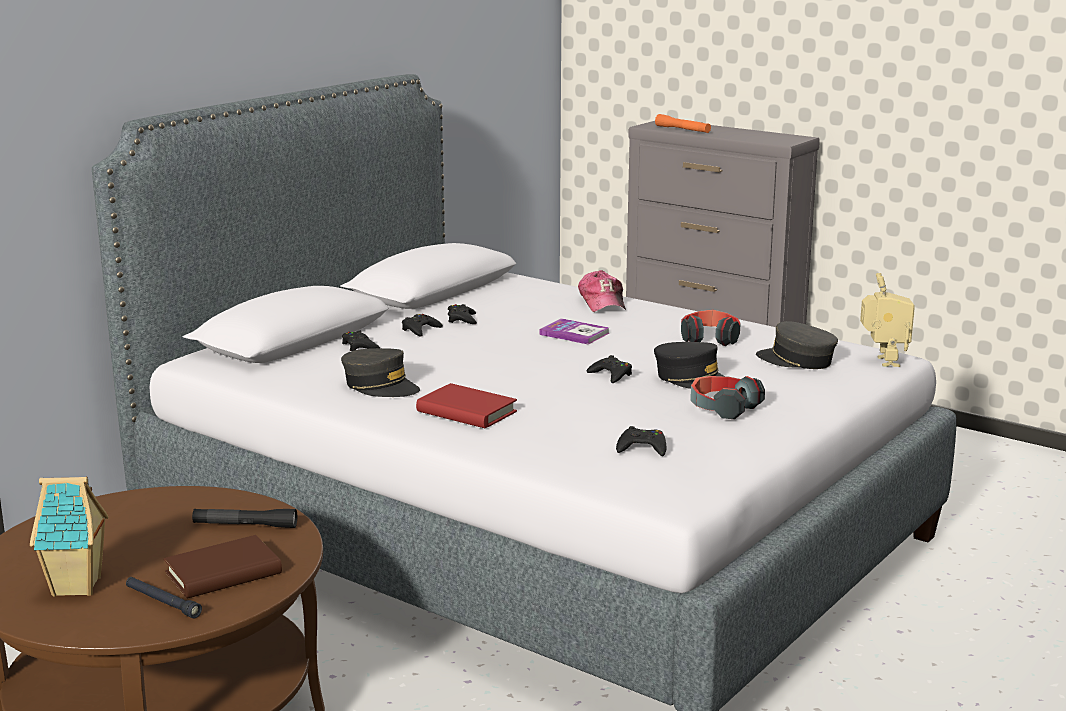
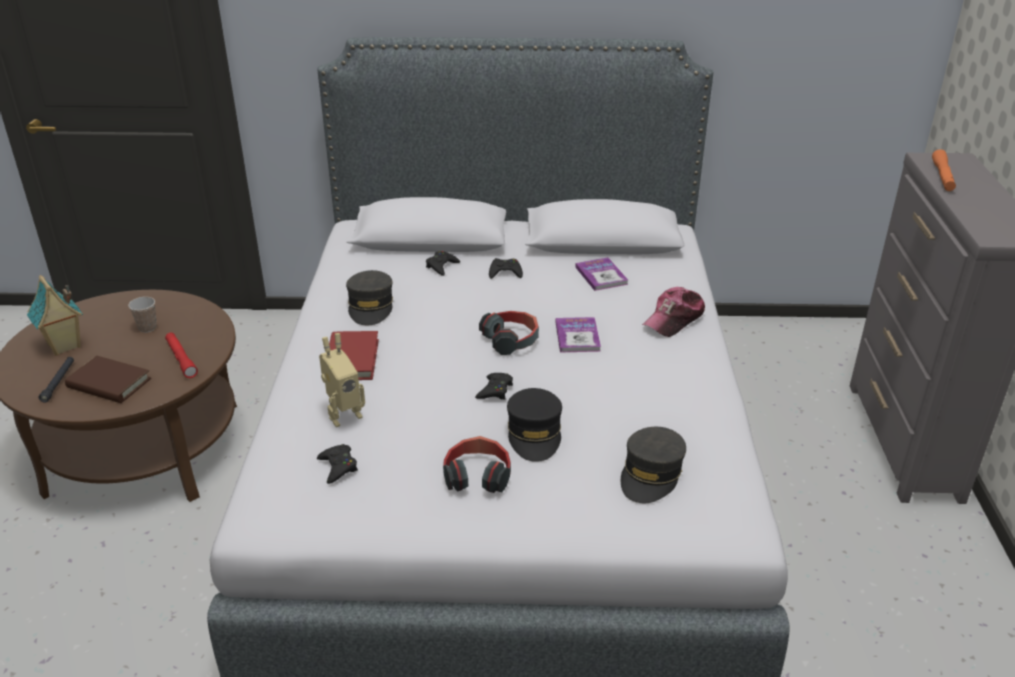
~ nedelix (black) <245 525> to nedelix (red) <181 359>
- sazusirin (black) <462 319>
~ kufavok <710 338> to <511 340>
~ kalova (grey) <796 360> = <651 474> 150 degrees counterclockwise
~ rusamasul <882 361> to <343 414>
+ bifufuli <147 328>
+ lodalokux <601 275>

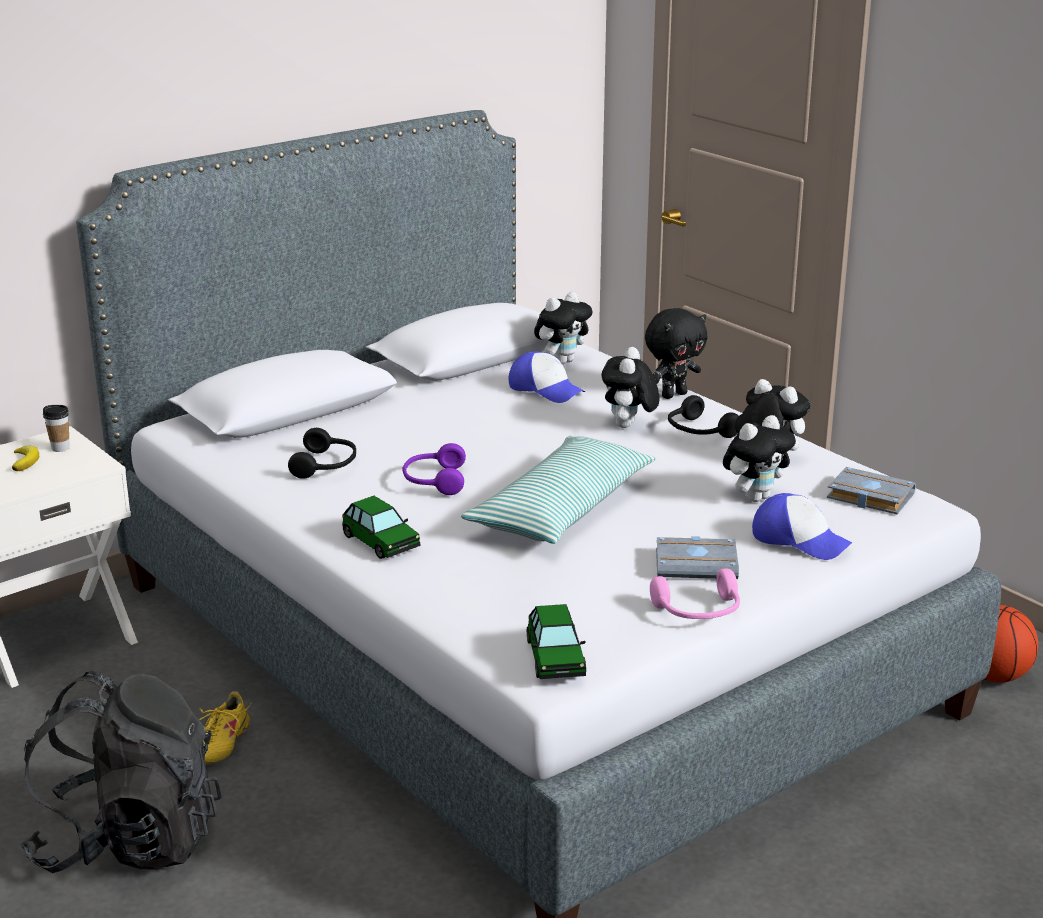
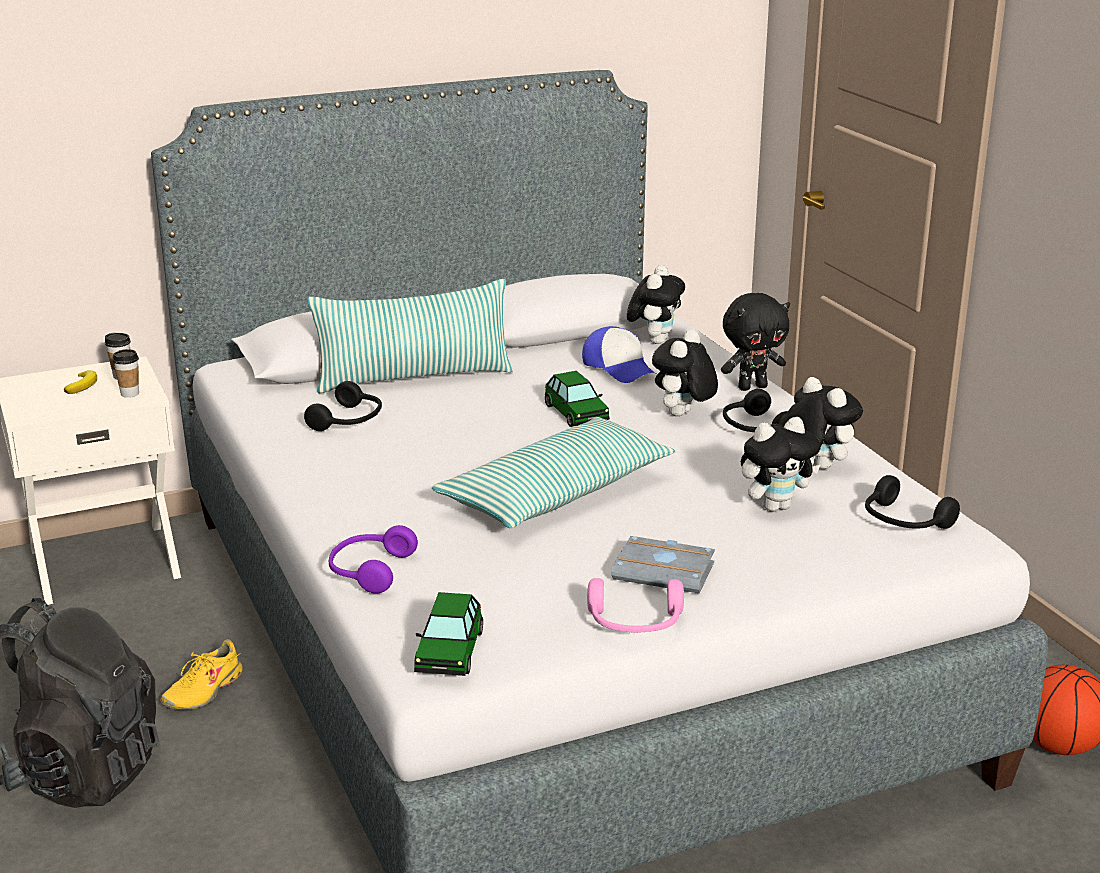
~ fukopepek <381 542> to <576 413>
~ kufavok (purple) <434 481> to <369 571>
~ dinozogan <562 361> = <655 340> 45 degrees counterclockwise
- kalova <800 540>
~ lodalokux (grey) <868 497> to kufavok (black) <903 522>
+ bifufuli <130 394>
+ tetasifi <414 377>

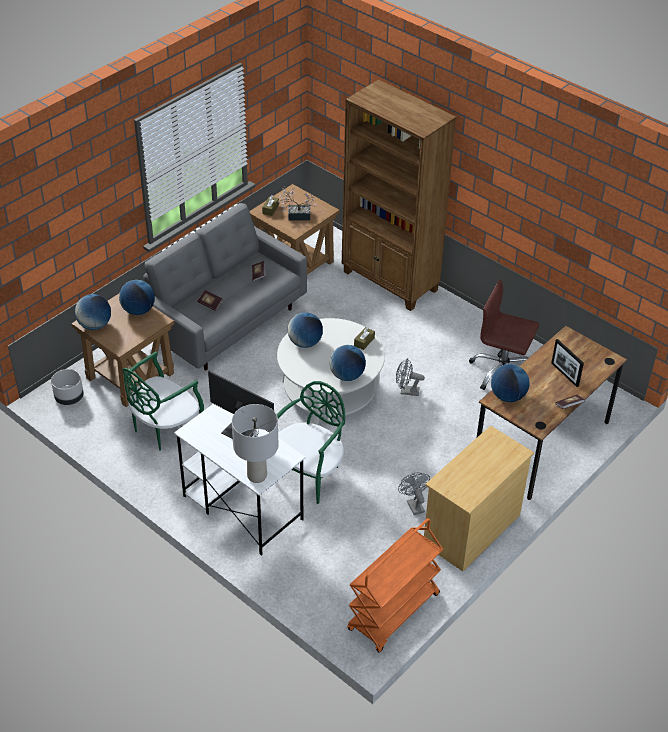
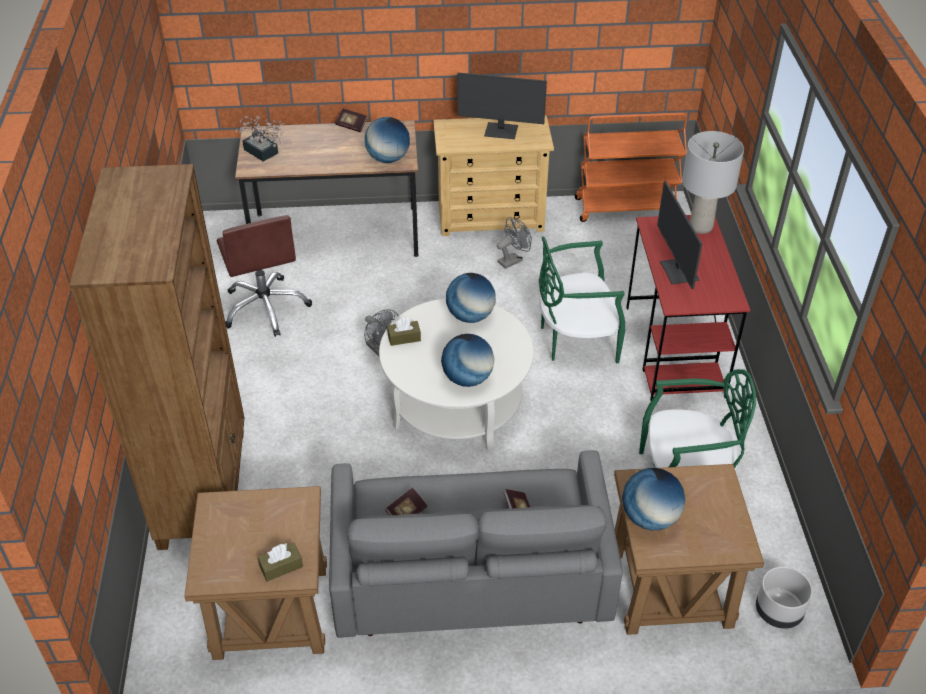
- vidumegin <95 325>
~ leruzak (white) <242 507> to leruzak (red) <674 351>
~ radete <296 215> to <263 153>
~ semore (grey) <413 504> = <513 260> 150 degrees counterclockwise
- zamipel <564 374>
+ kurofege <501 131>

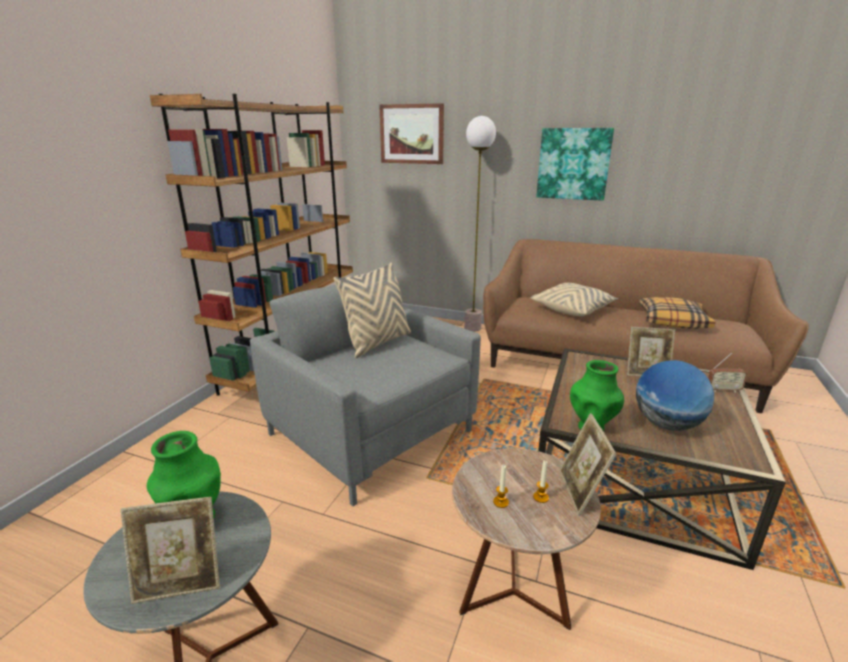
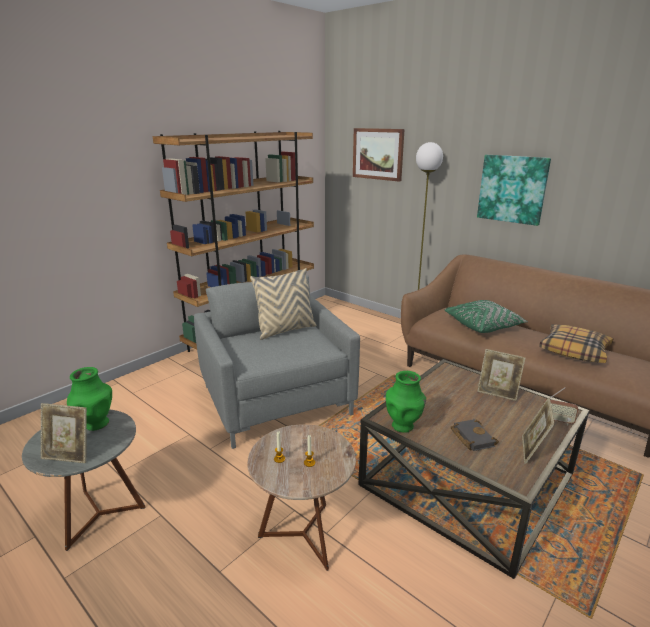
~ tetasifi (beige) <572 309> to tetasifi (green) <483 325>
~ zamipel <580 492> to <532 451>
~ vidumegin <666 424> to lodalokux (black) <471 437>

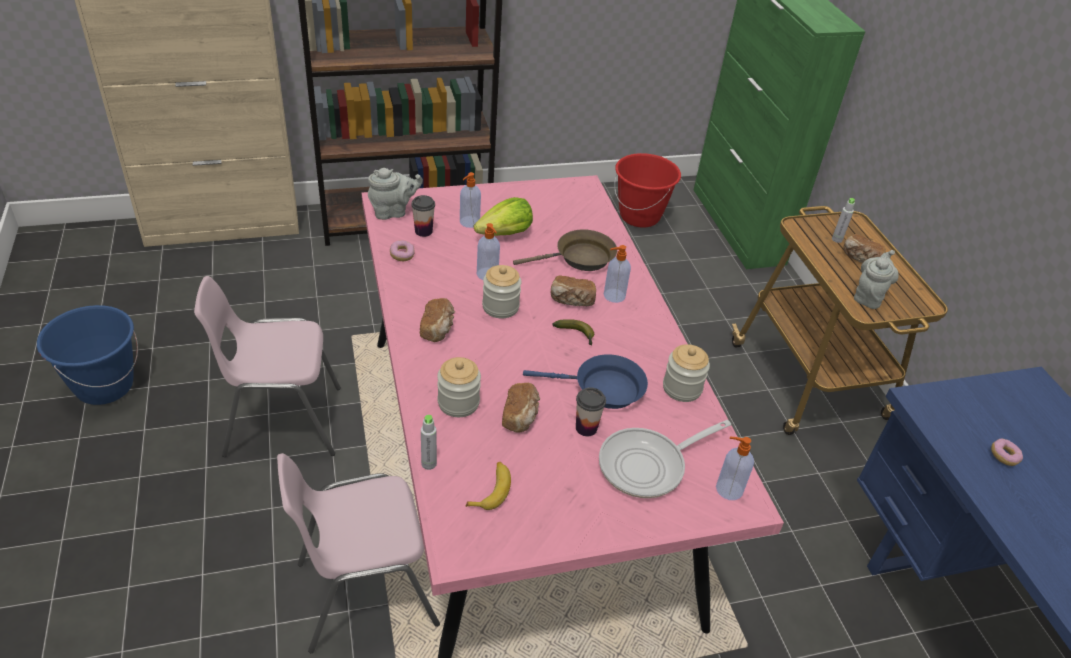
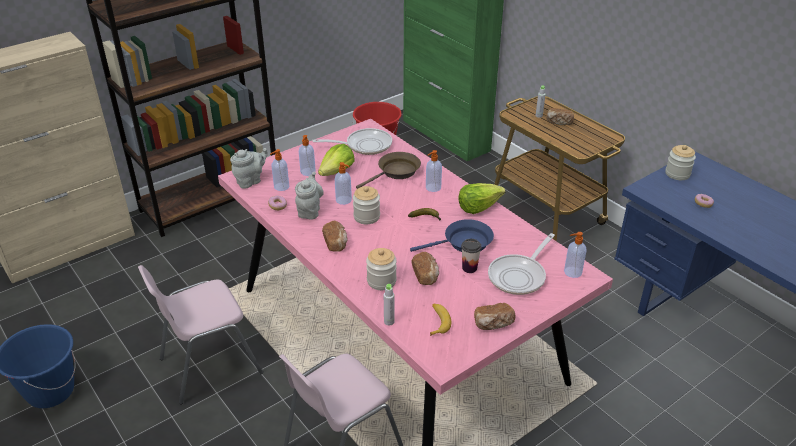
~ bifufuli <423 231> to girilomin <281 187>
~ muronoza <572 301> to <494 324>
~ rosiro <682 388> to <677 174>
~ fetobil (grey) <869 296> to <309 211>
+ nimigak <364 145>
+ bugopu <478 207>

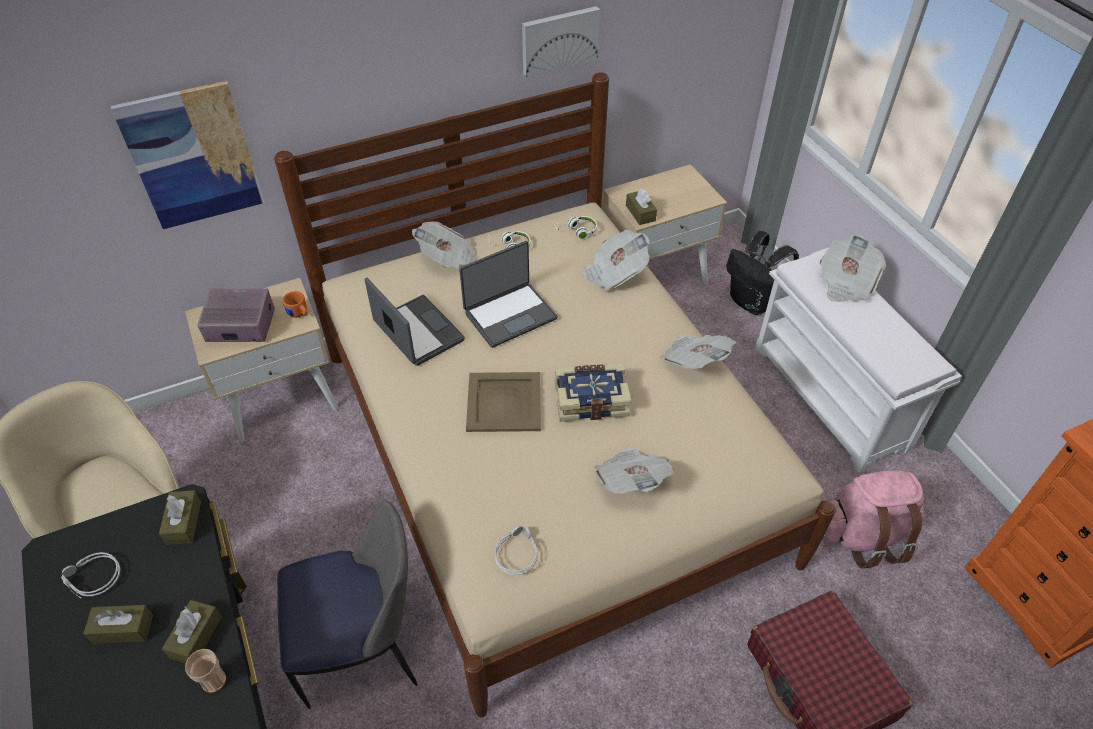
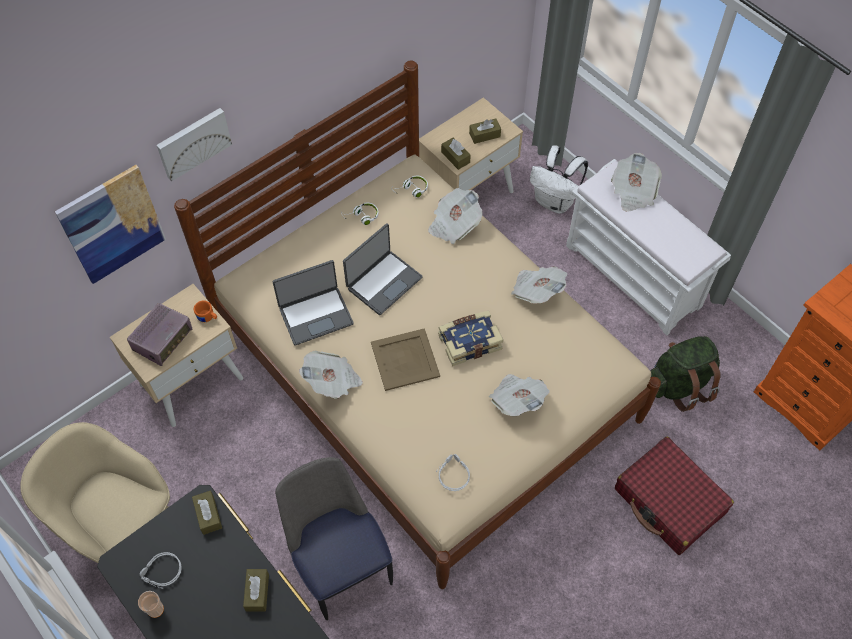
~ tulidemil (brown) <123 629> to <484 135>
~ bifufuli <214 681> to <155 609>
~ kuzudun <240 326> = <163 340> 135 degrees clockwise
~ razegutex <363 648> = <340 564> 90 degrees counterclockwise
~ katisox <417 332> = <315 315> 120 degrees clockwise
~ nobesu <448 259> to <332 381>
~ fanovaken <559 40> to <193 142>
~ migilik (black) <753 303> to migilik (white) <555 202>
~ migilik (pink) <863 535> to migilik (green) <679 385>

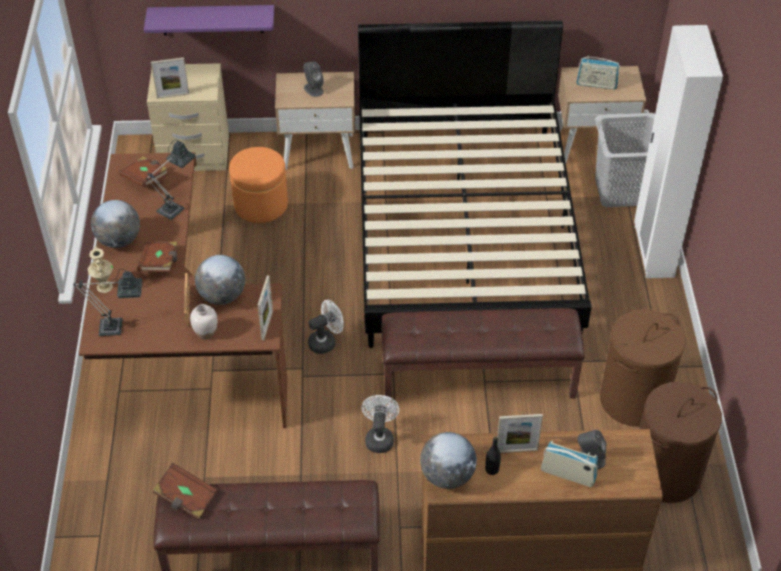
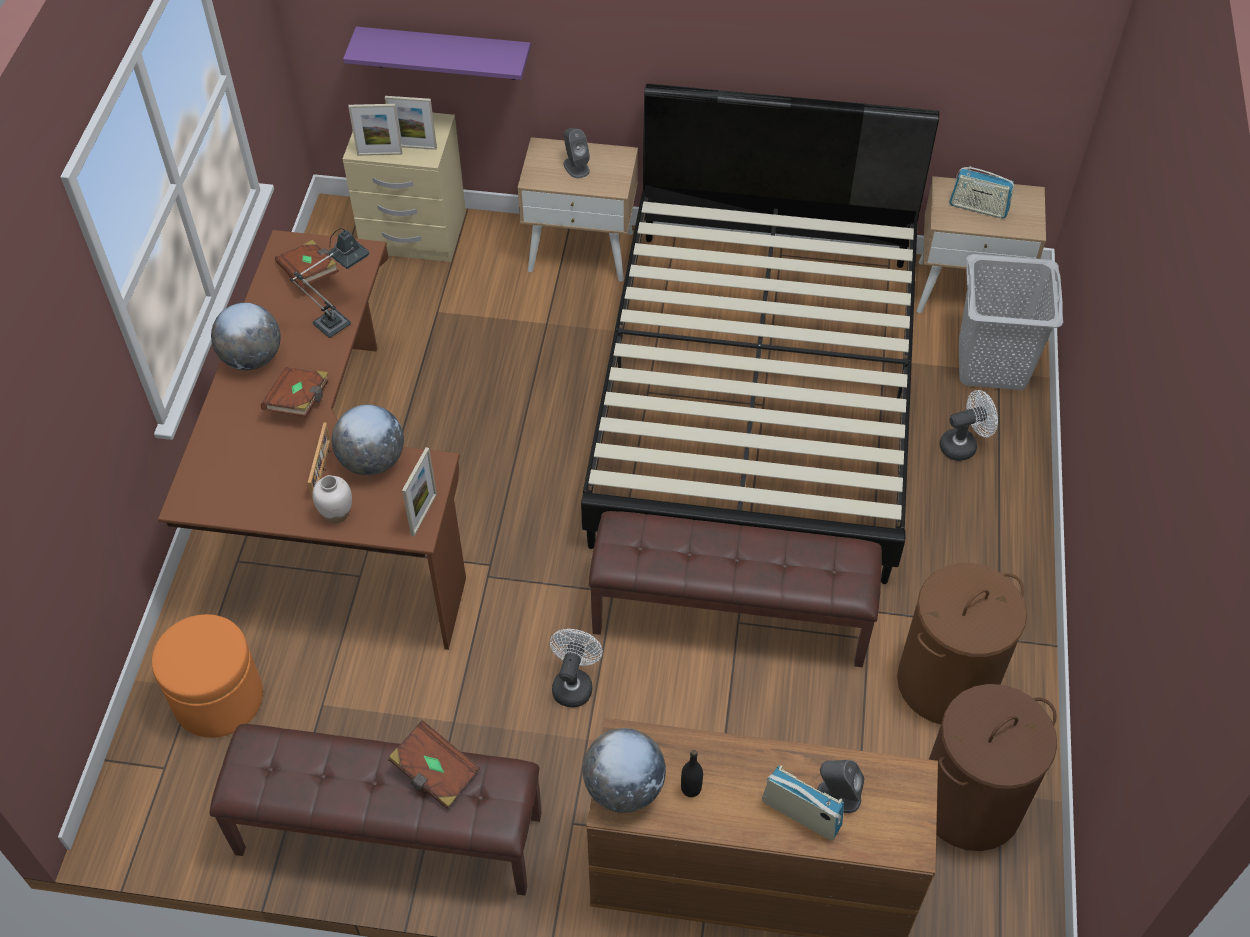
- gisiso <117 327>
- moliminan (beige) <104 286>
~ lodalokux (brown) <186 498> to <435 773>
~ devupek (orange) <261 205> to <218 698>
~ semore (white) <326 341> to <963 445>
~ zamipel <516 450> to <414 147>
- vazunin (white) <653 251>

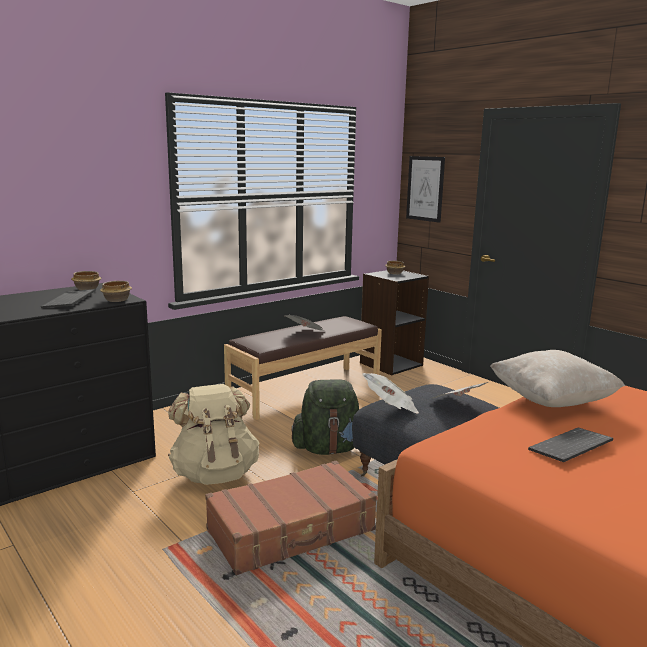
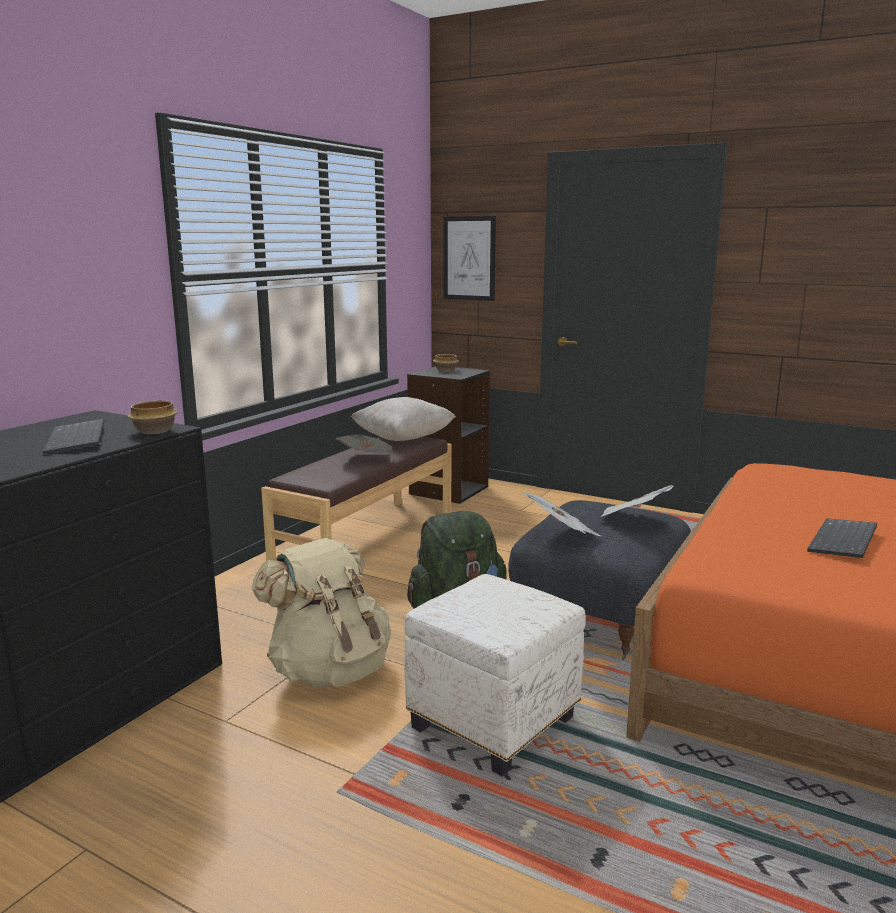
- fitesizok <87 289>
~ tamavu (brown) <292 530> to devupek (white) <493 722>
~ tetasifi (beige) <551 401> to <403 438>

